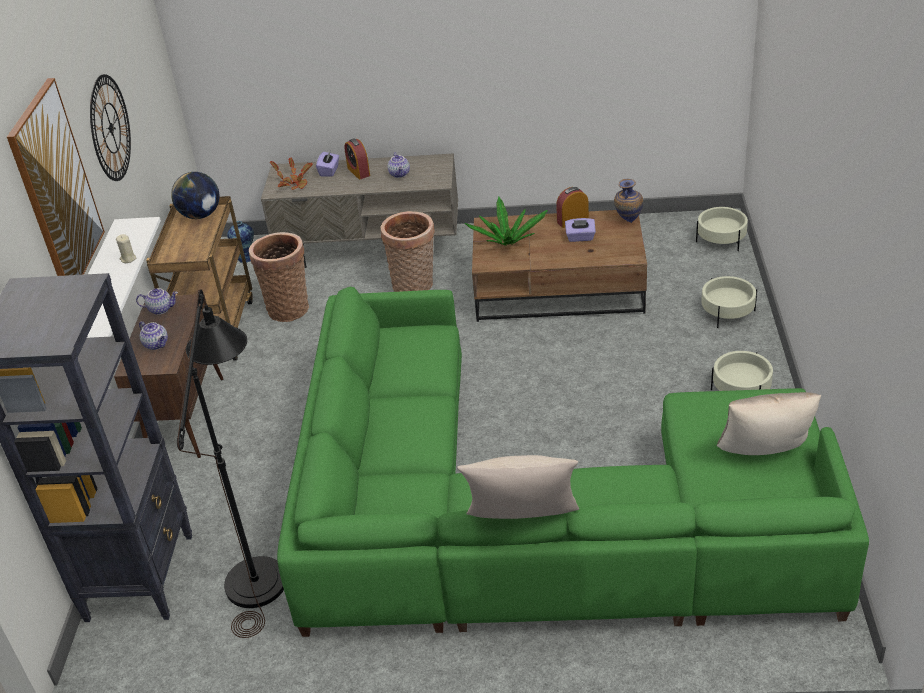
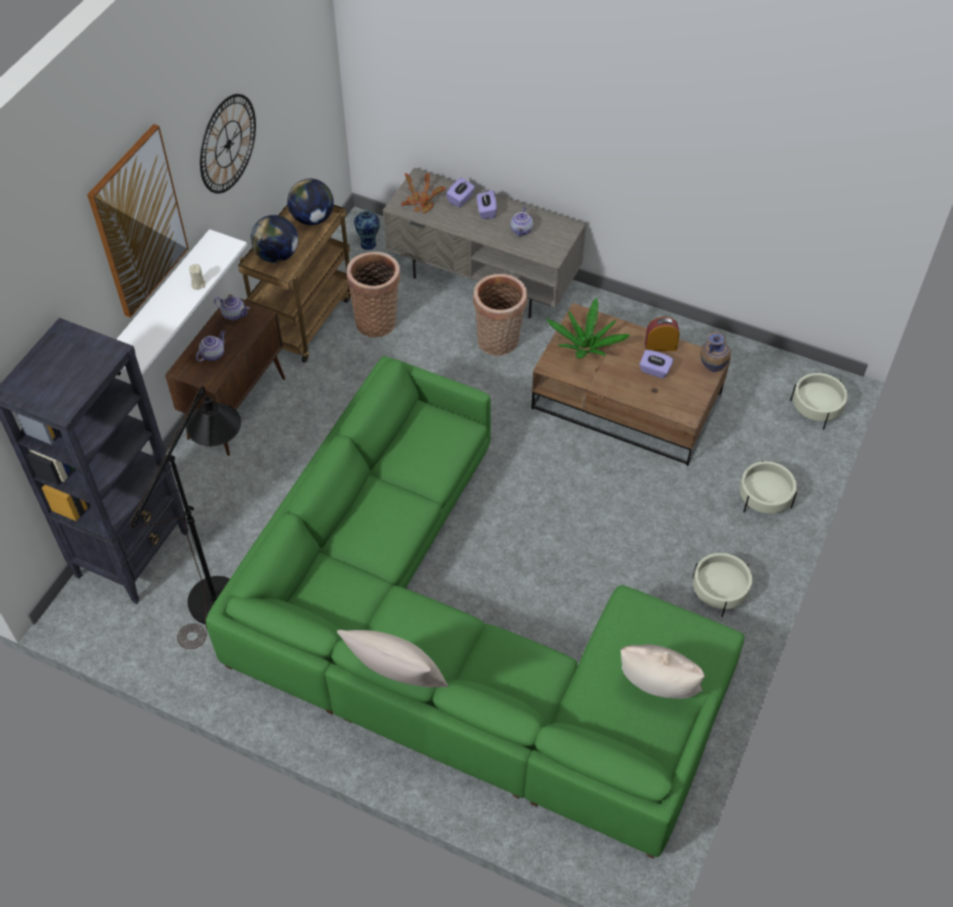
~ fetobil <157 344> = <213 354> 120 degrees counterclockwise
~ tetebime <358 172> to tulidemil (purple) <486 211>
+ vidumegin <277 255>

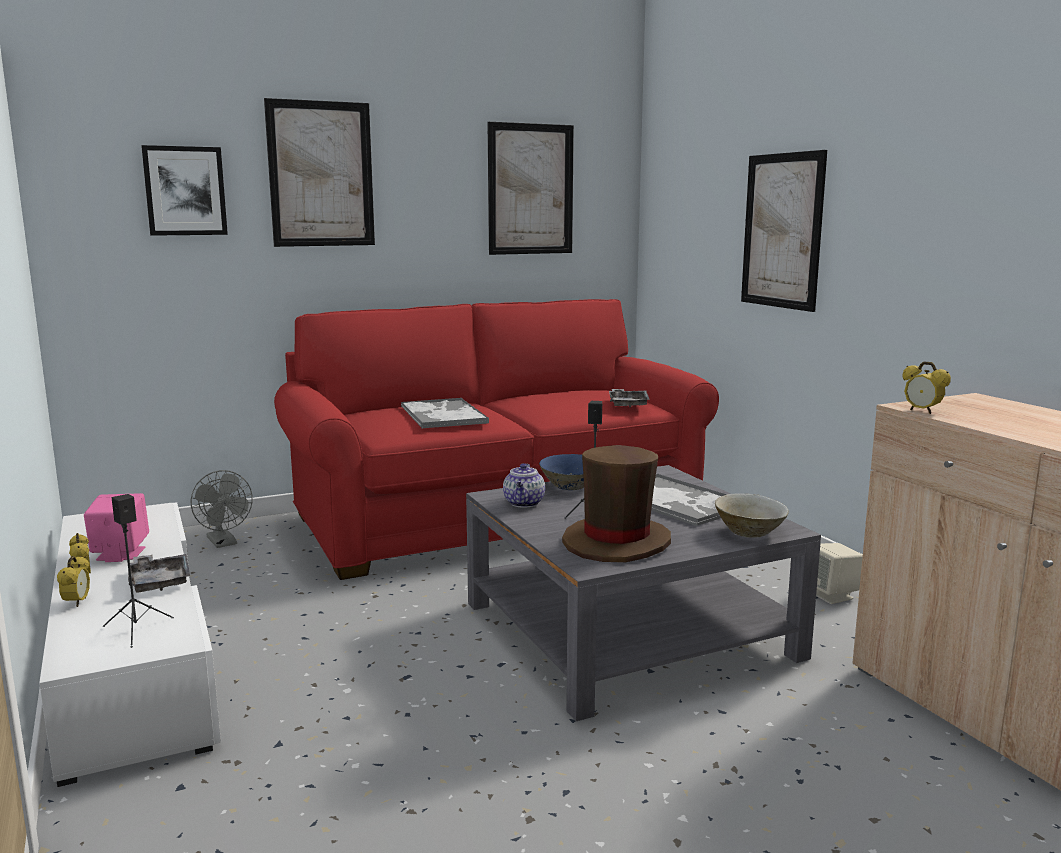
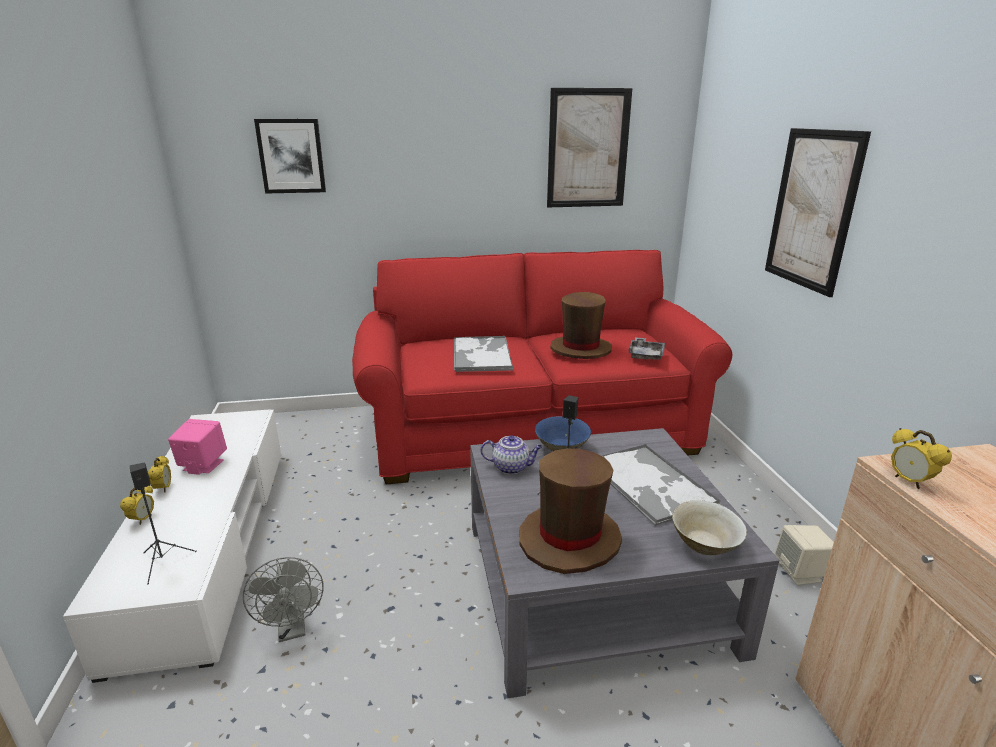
- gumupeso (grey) <159 581>
~ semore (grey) <224 543> to <292 629>
- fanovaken <321 174>
~ fetobil <524 503> = <511 467> 105 degrees counterclockwise
+ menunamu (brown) <580 349>

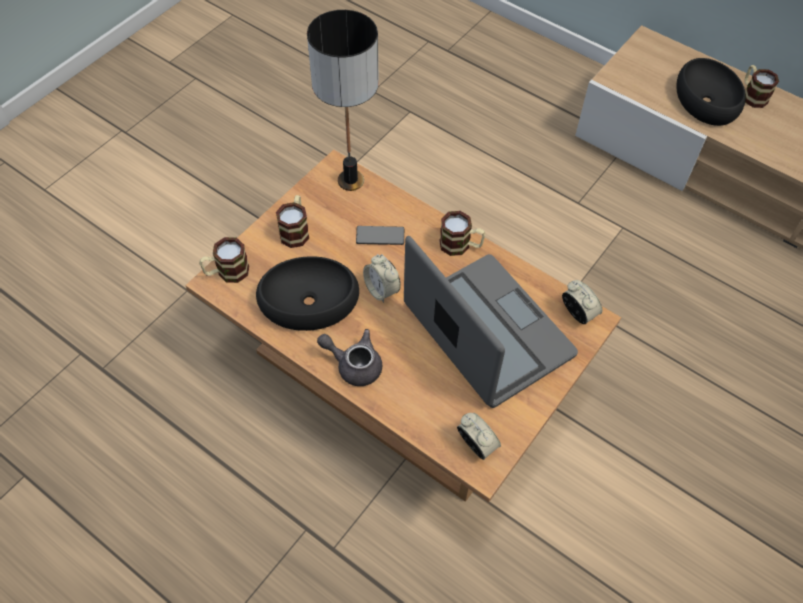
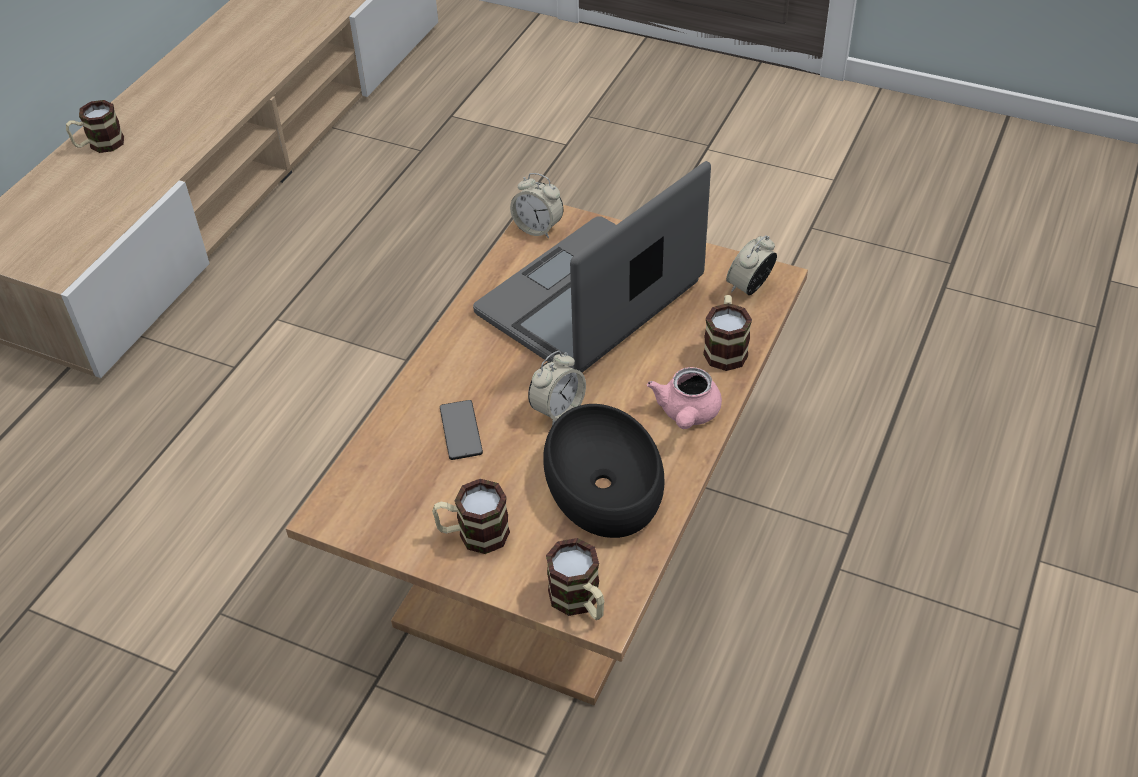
- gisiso <350 181>
~ fetobil (grey) <354 364> to fetobil (pink) <687 414>
~ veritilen <461 245> to <725 347>
~ tetebime <578 314> = <538 228> 105 degrees counterclockwise
- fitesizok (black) <707 101>

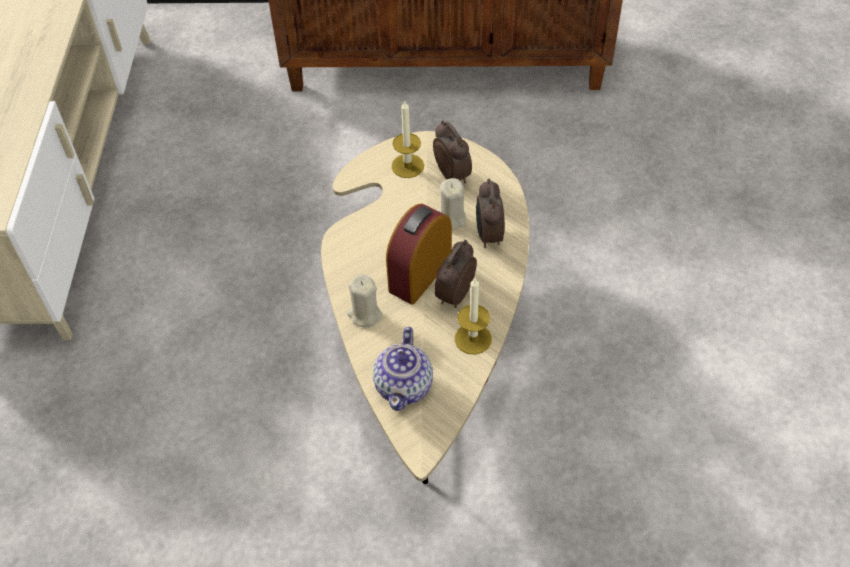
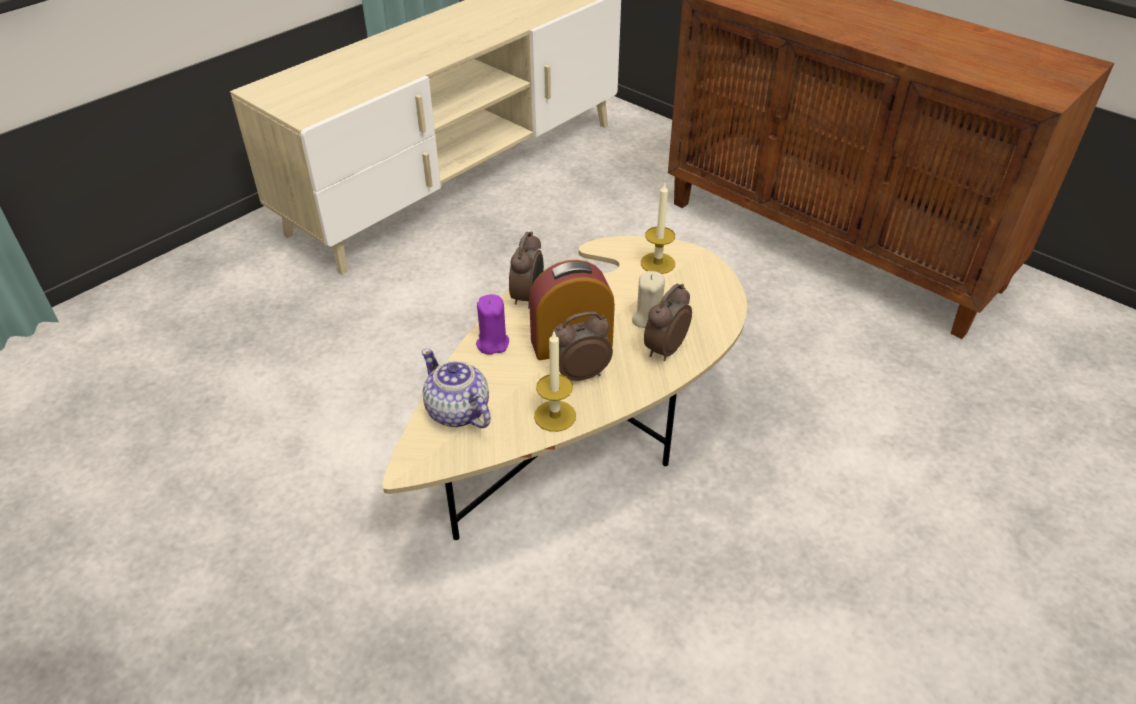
~ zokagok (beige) <364 314> to zokagok (purple) <492 343>
~ fetobil <404 385> = <457 412> 90 degrees clockwise
~ tetebime <453 175> to <528 297>

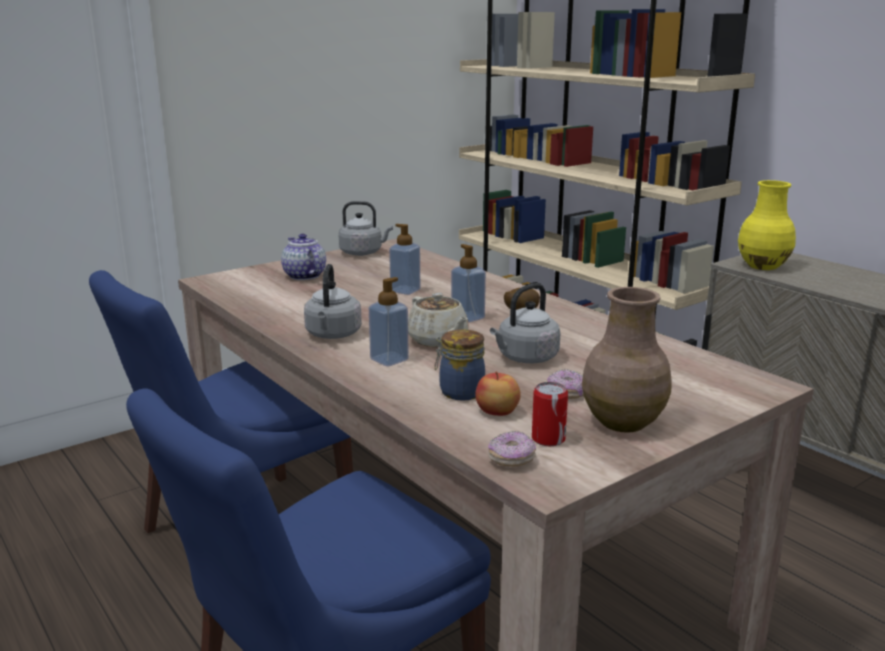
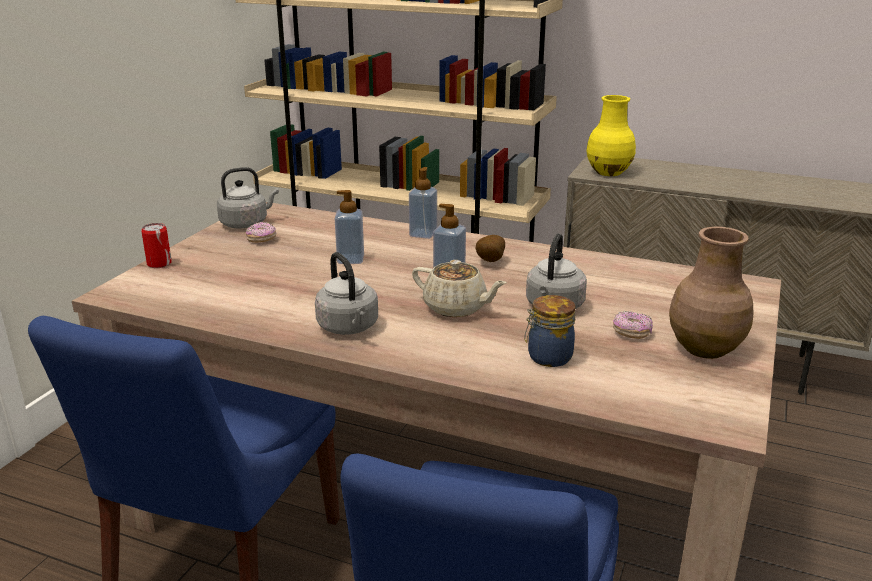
- fetobil <303 276>
~ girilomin <389 359> to <423 234>
- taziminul <497 412>
~ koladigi <511 460> to <261 239>
~ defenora <548 439> to <159 263>

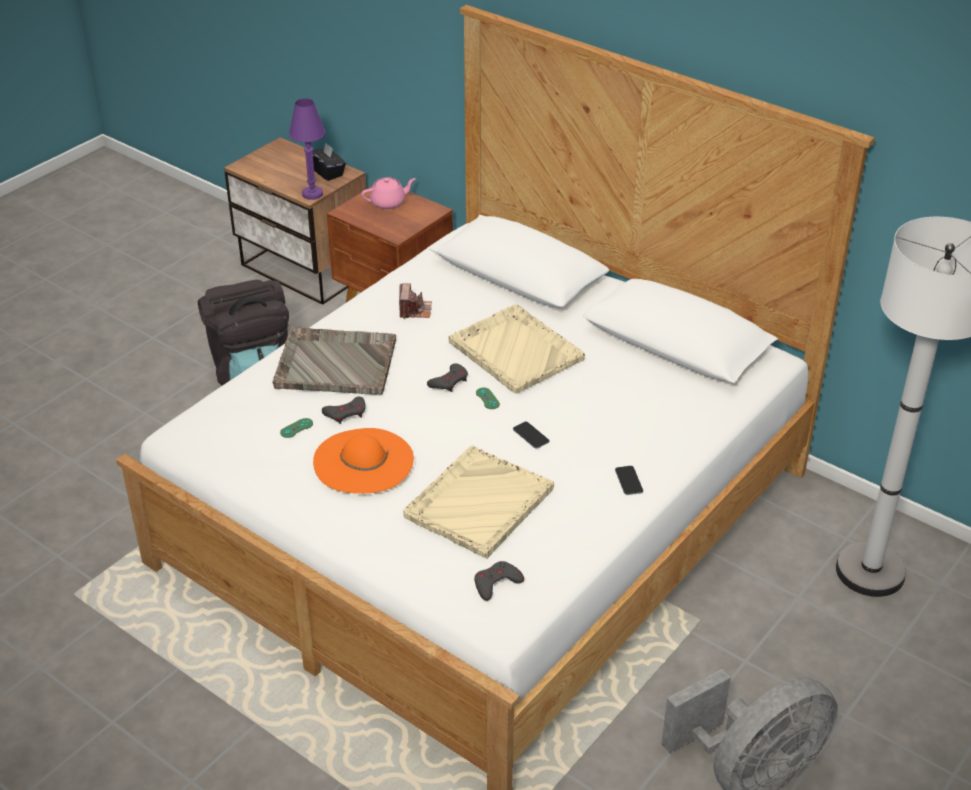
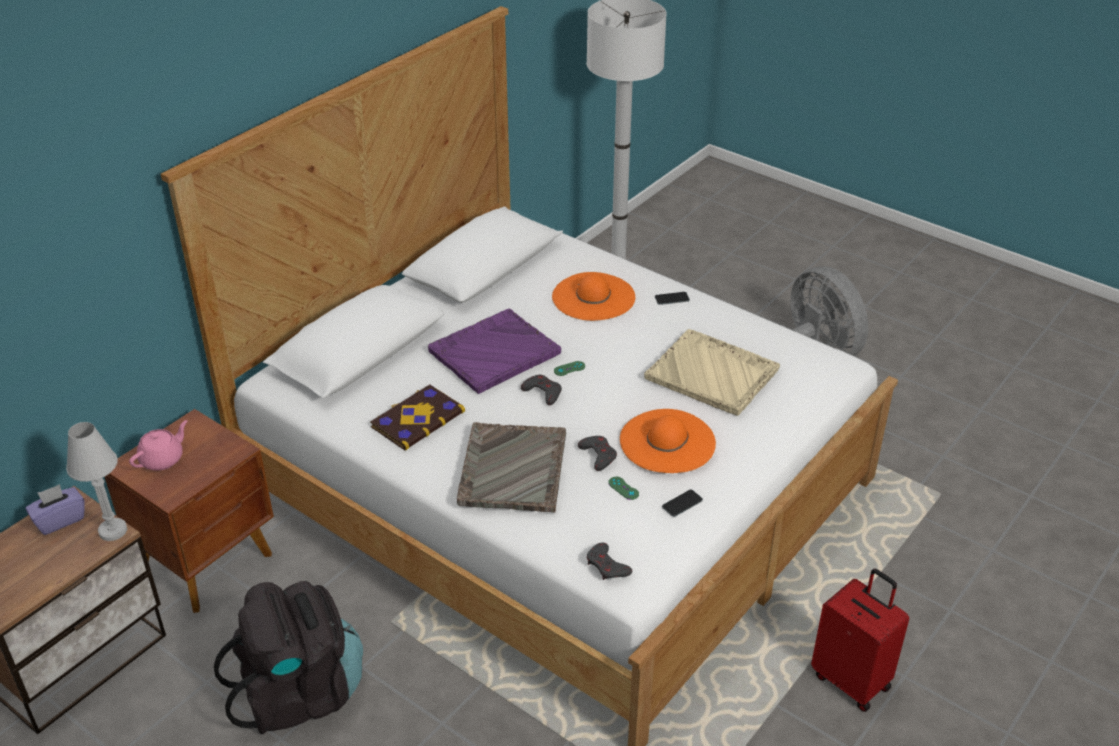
~ gisiso (purple) <312 194> to gisiso (white) <113 530>
~ tulidemil (black) <327 172> to tulidemil (purple) <60 520>
~ fetobil (pink) <388 203> = <163 459> 60 degrees clockwise
~ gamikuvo <414 310> to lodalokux <417 419>
~ gumupeso (beige) <515 350> to gumupeso (purple) <493 353>
~ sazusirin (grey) <496 583> to <607 566>
~ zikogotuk <531 435> to <682 503>
+ menunamu (orange) <593 297>
+ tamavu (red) <852 680>

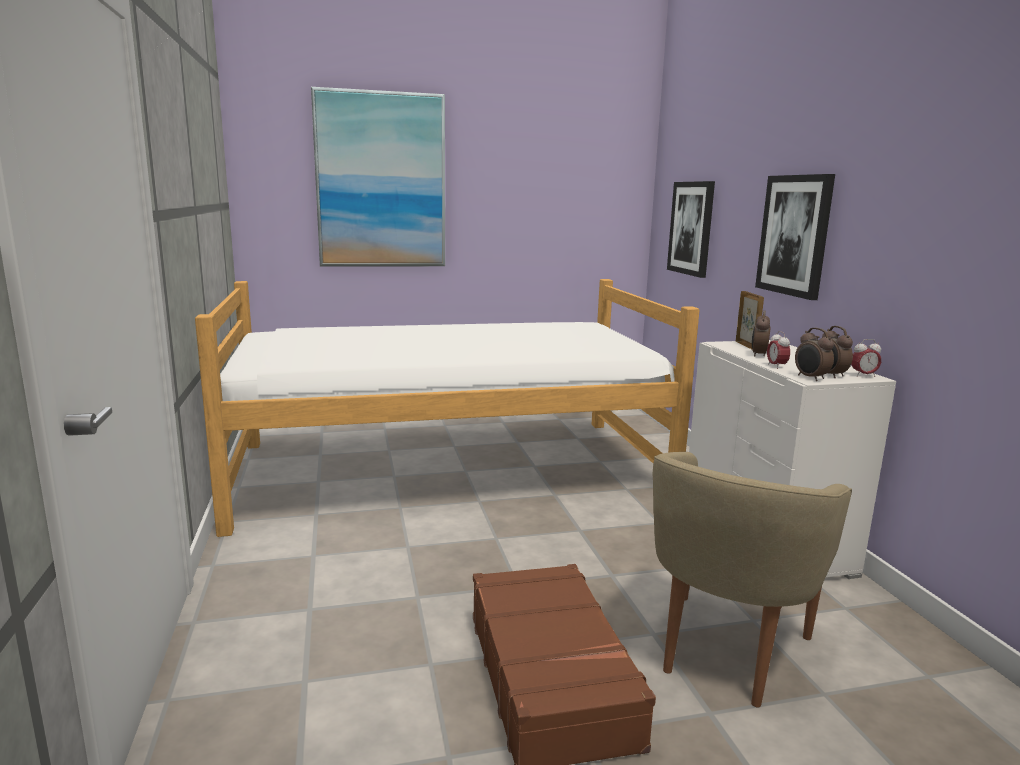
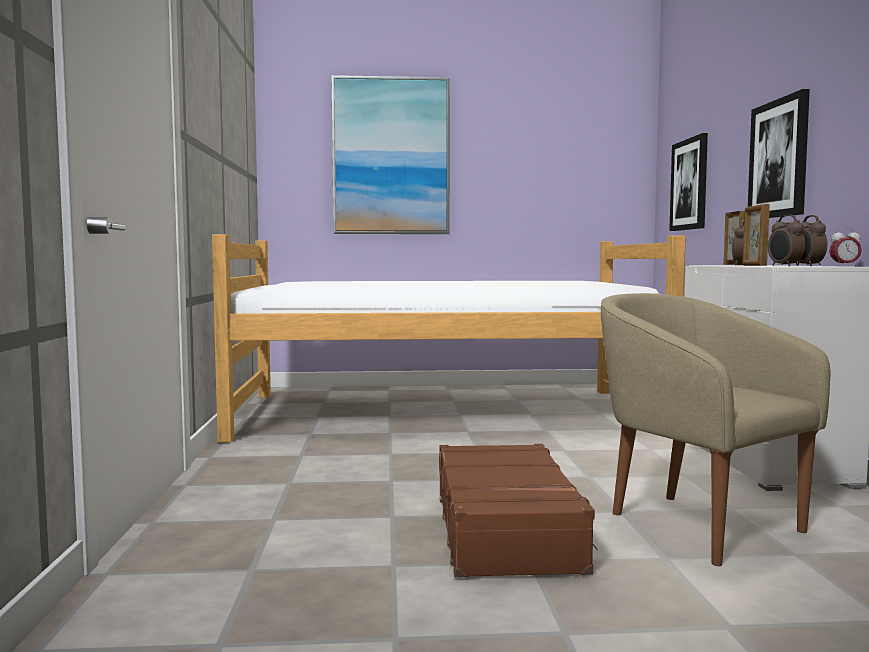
~ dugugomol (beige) <727 650> = <696 524> 105 degrees clockwise
~ tetebime <776 366> to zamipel <753 265>

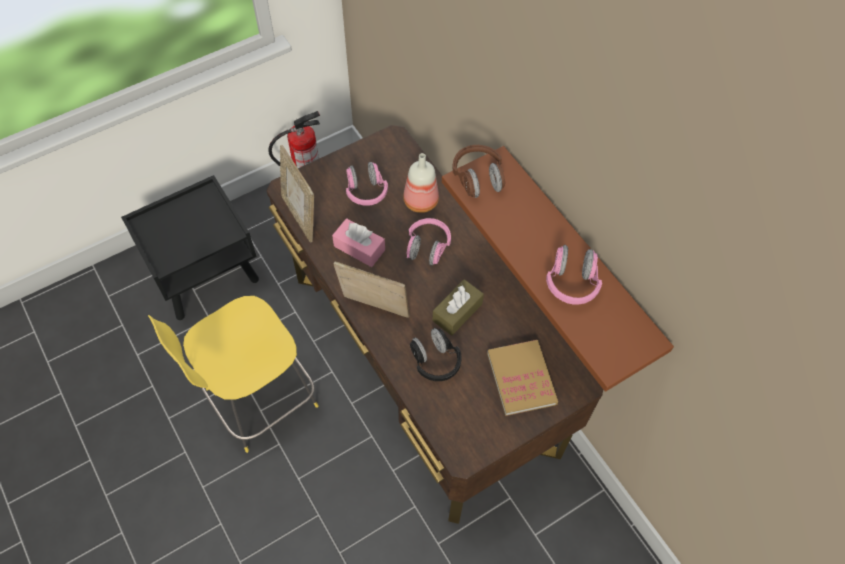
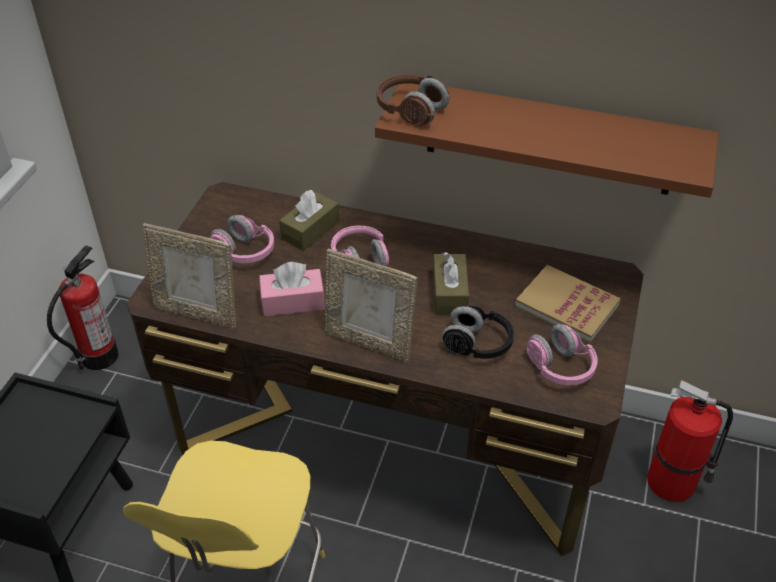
~ zamipel <374 310> = <369 342> 135 degrees counterclockwise
~ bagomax <420 202> to tulidemil (brown) <310 230>
~ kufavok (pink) <571 282> to <560 367>
+ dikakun <674 482>

